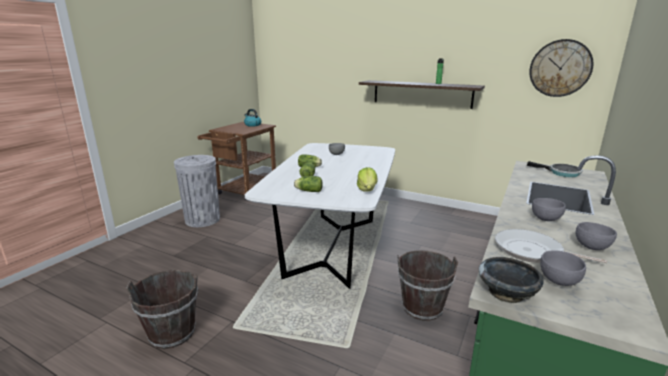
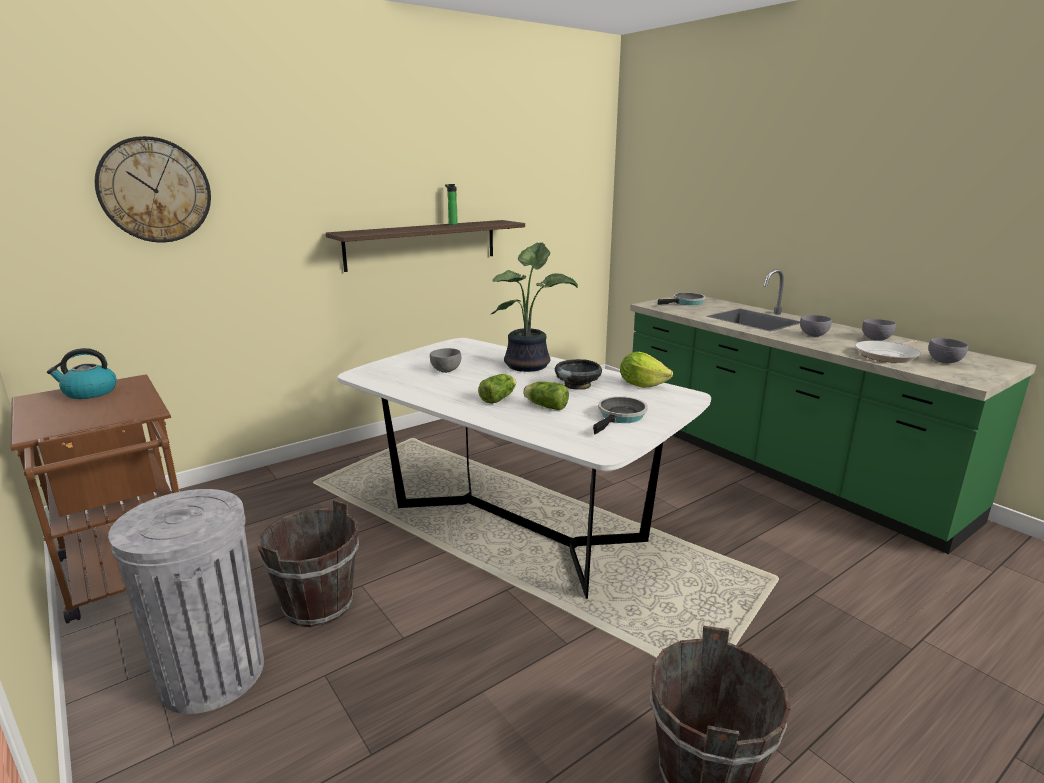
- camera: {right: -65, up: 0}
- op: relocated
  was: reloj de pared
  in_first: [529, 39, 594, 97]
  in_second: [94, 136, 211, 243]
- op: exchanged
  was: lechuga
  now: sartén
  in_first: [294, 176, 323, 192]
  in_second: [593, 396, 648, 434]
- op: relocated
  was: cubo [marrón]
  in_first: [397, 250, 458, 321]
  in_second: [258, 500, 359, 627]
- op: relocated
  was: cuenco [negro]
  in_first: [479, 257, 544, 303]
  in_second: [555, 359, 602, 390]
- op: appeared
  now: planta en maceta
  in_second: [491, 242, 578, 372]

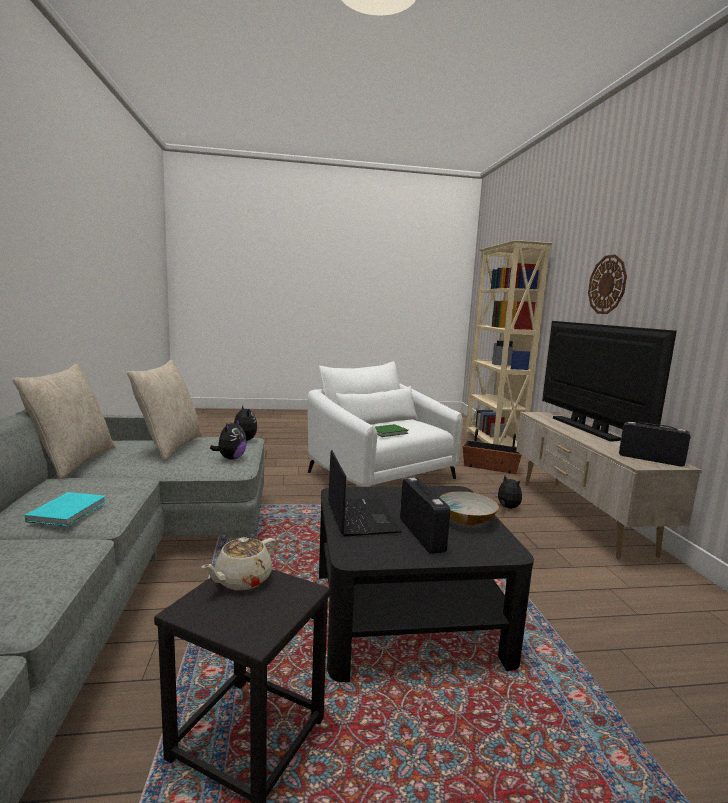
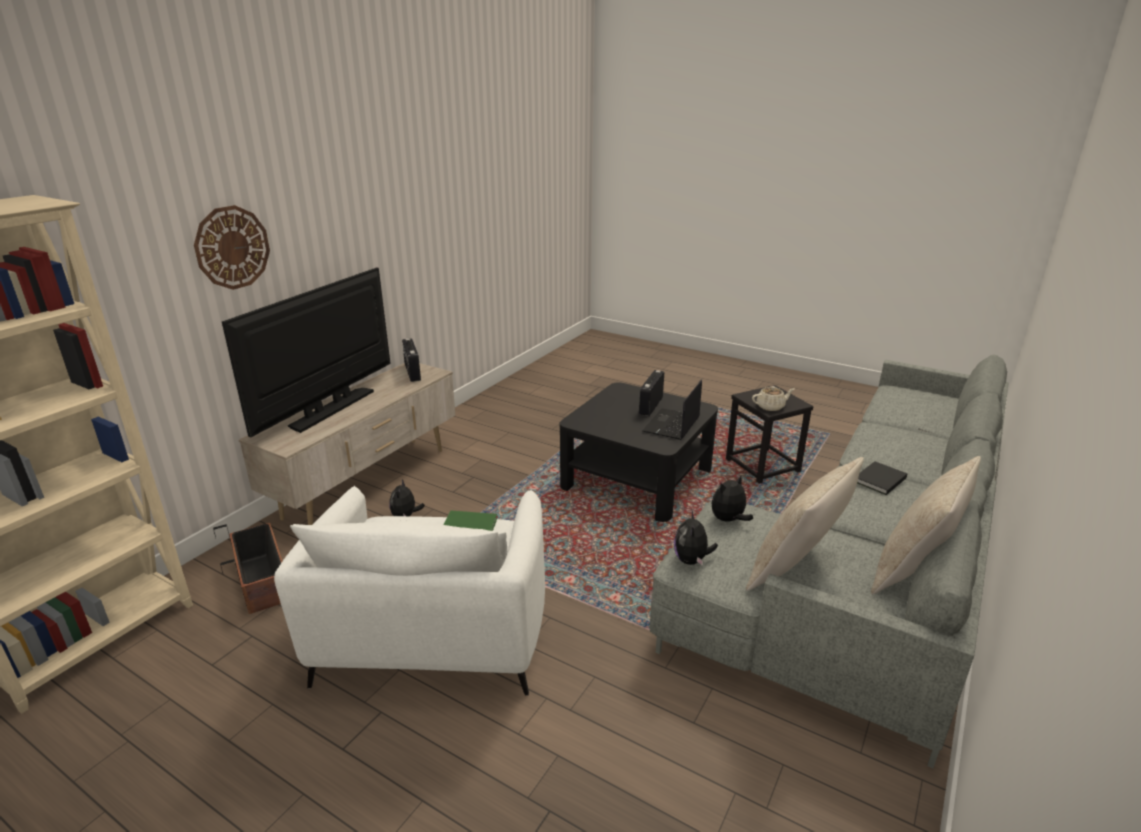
- camera: {right: -140, up: 15}
- op: missing
  was: cuenco
  in_first: [440, 491, 499, 526]
- op: colour
  was: libro [turquesa]
  now: libro [negro]
  in_first: [25, 492, 106, 527]
  in_second: [857, 461, 907, 495]

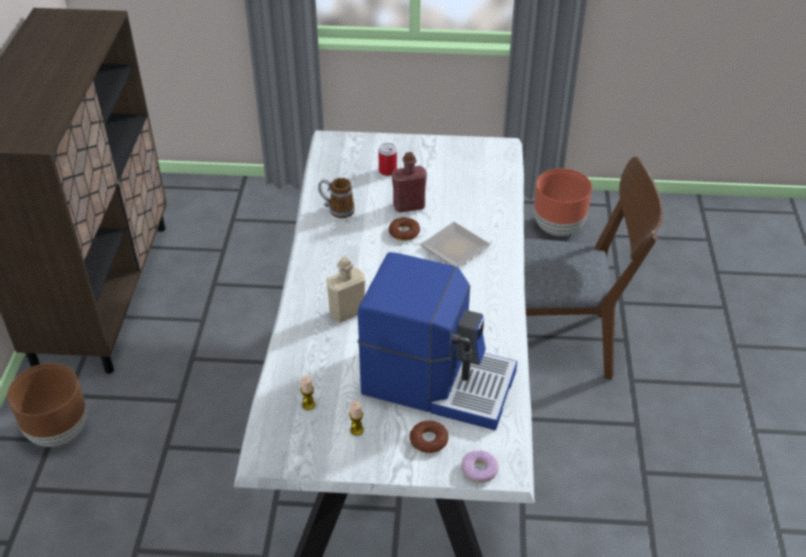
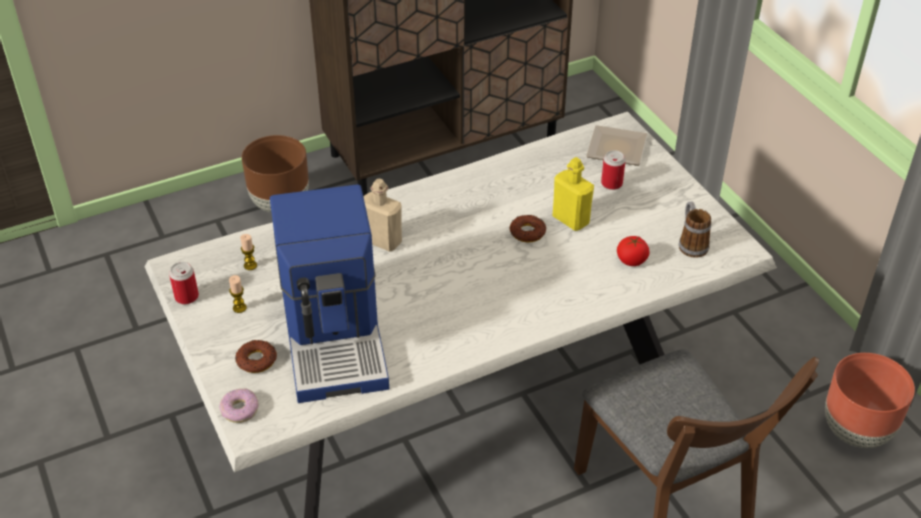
- camera: {right: 60, up: 0}
- op: colour
  was: botella [rojo]
  now: botella [amarillo]
  in_first: [392, 152, 427, 213]
  in_second: [553, 157, 594, 231]
- op: relocated
  was: taza grande
  in_first: [318, 178, 355, 218]
  in_second: [679, 201, 711, 258]
- op: relocated
  was: plato
  in_first: [420, 222, 491, 268]
  in_second: [586, 125, 648, 166]
- op: appeared
  now: tomate
  in_second: [617, 236, 650, 266]
- op: appeared
  now: lata
  in_second: [169, 262, 199, 304]

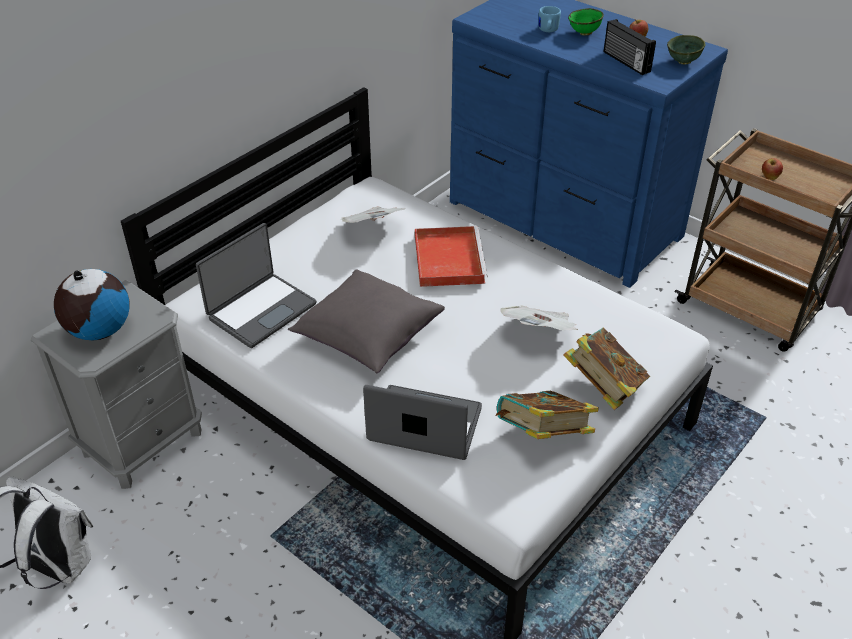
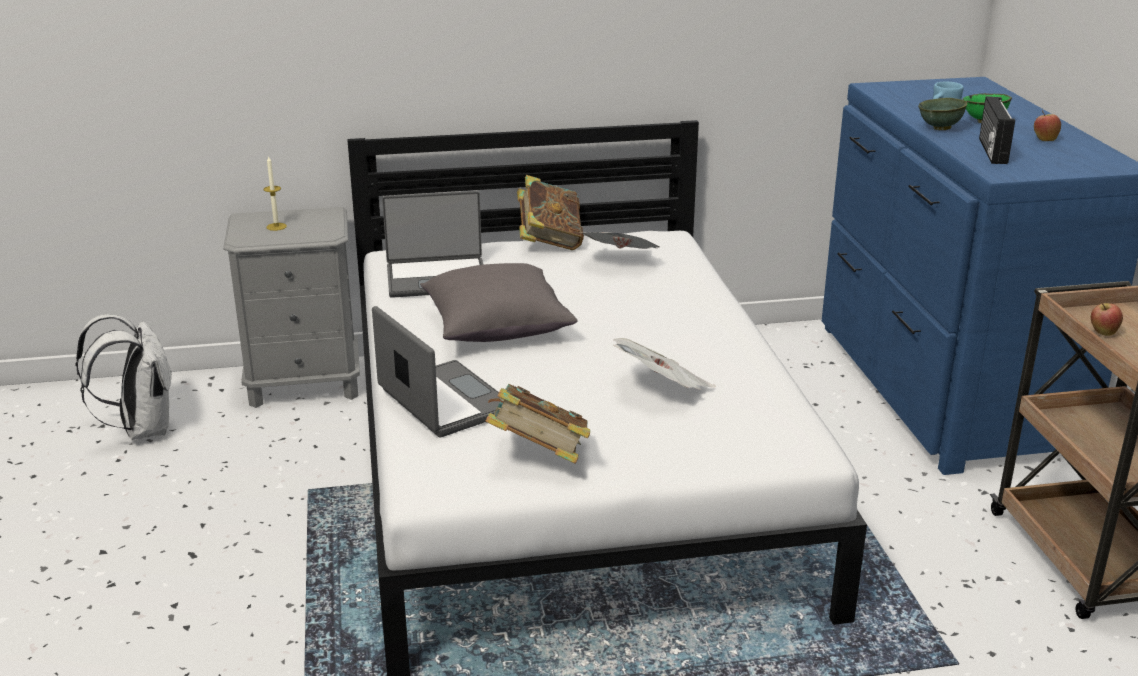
- camera: {right: 40, up: -15}
- op: relocated
  was: cuenco [verde]
  in_first: [667, 35, 706, 65]
  in_second: [918, 98, 967, 130]
- op: missing
  was: bandeja [rojo]
  in_first: [415, 226, 488, 287]
- op: exchanged
  was: globo terráqueo
  now: vela
  in_first: [54, 269, 130, 340]
  in_second: [264, 155, 287, 231]
- op: relocated
  was: libro
  in_first: [563, 328, 650, 410]
  in_second: [517, 175, 584, 250]

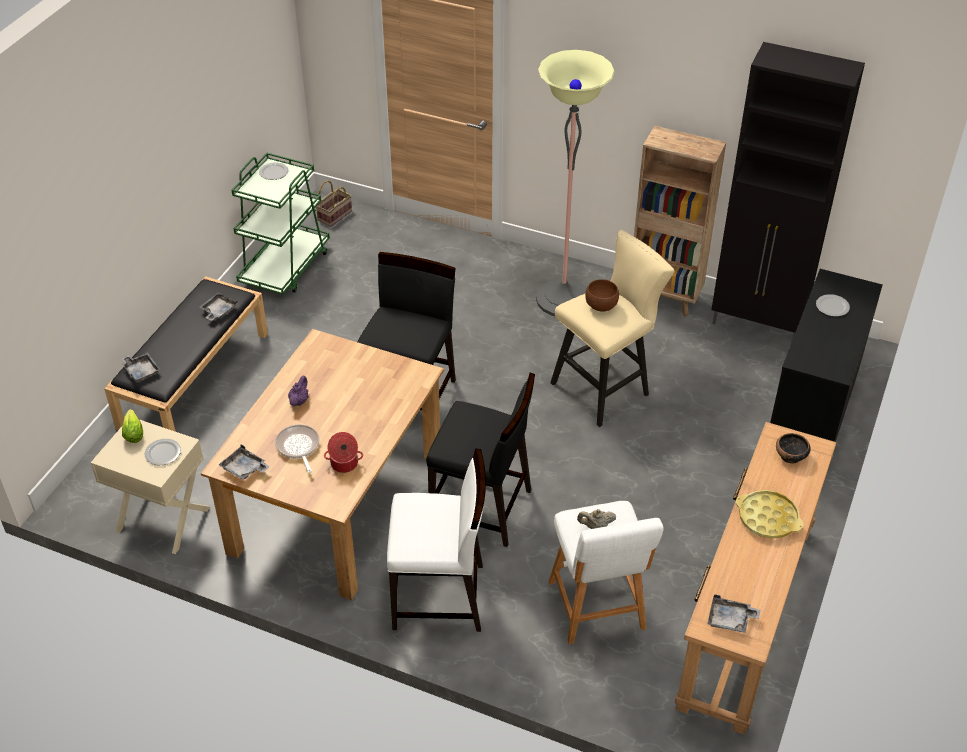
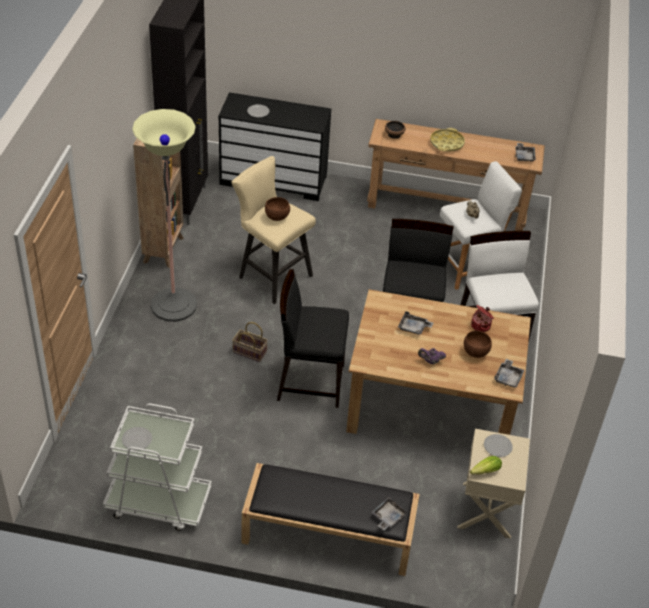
- camera: {right: -105, up: 0}
- op: colour
  was: carrito [verde]
  now: carrito [blanco]
  in_first: [232, 153, 330, 295]
  in_second: [103, 404, 212, 531]
- op: relocated
  was: cesta
  in_first: [316, 180, 352, 227]
  in_second: [232, 322, 268, 362]
- op: relocated
  was: bandeja [gris]
  in_first: [199, 293, 238, 321]
  in_second: [398, 311, 433, 335]
- op: exchanged
  was: sartén
  now: cuenco [marrón]
  in_first: [275, 424, 319, 473]
  in_second: [464, 330, 492, 358]

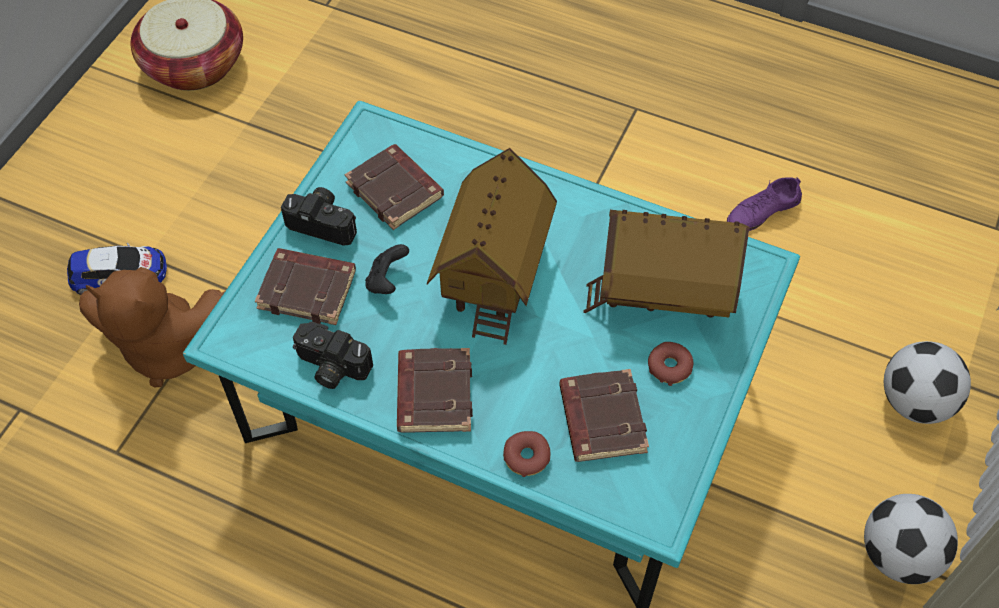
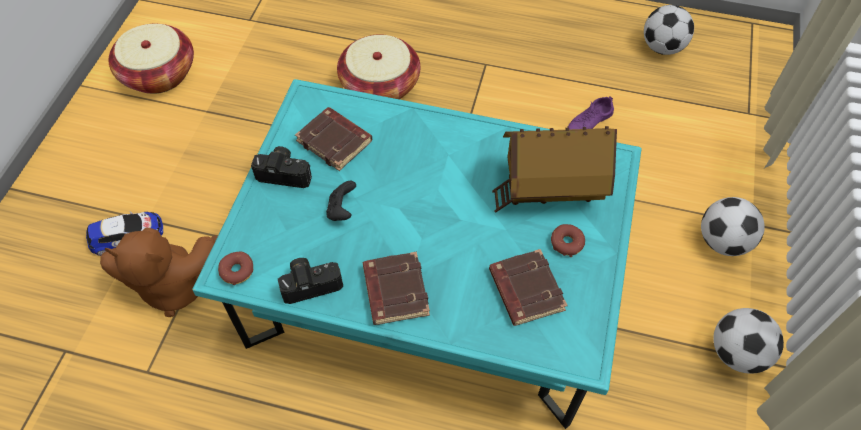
- camera: {right: -10, up: 0}
- op: missing
  was: casita
  in_first: [427, 148, 557, 345]
- op: missing
  was: libro [marrón]
  in_first: [255, 248, 356, 325]
- op: spun
  was: cámara
  in_first: [293, 322, 373, 389]
  in_second: [278, 258, 343, 304]
  clockwise: 150
- op: relocated
  was: rosquilla
  in_first: [503, 431, 550, 477]
  in_second: [218, 252, 253, 285]
- op: appeared
  now: balón de fútbol
  in_second: [644, 5, 694, 55]
- op: appeared
  now: cesta
  in_second: [337, 34, 420, 99]

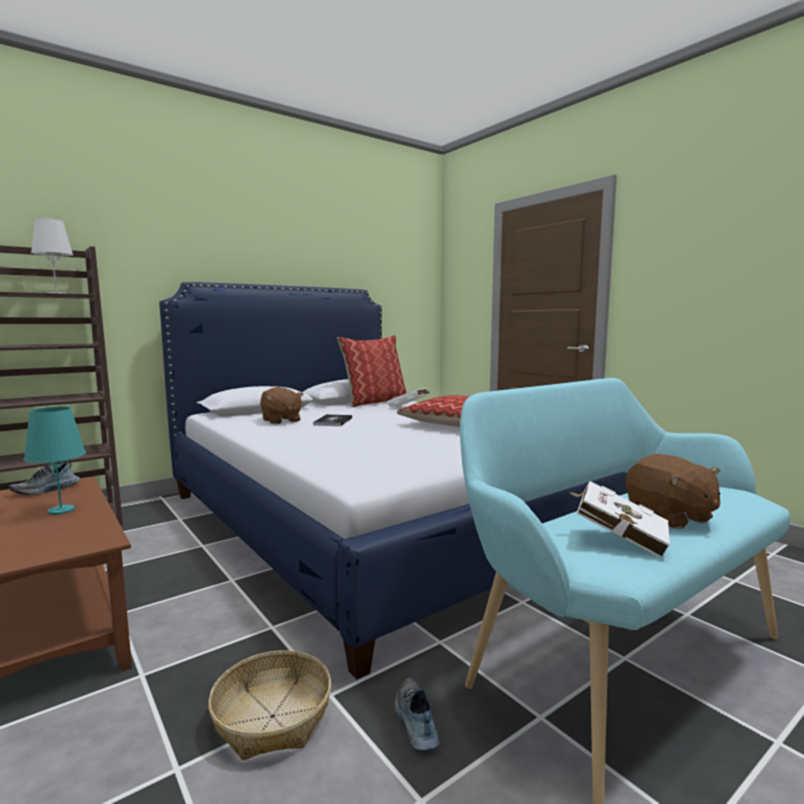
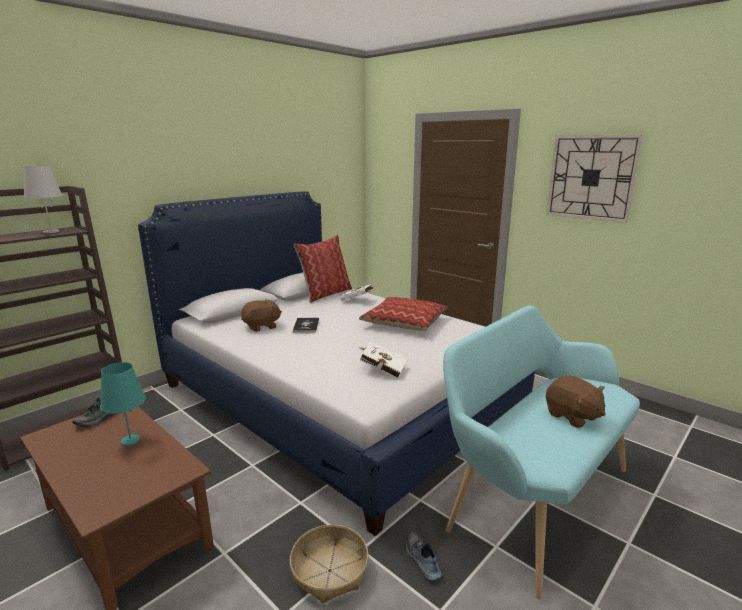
- camera: {right: -10, up: 10}
- op: spun
  was: peluche [marrón]
  in_first: [260, 387, 303, 424]
  in_second: [241, 299, 282, 332]
  clockwise: -75
- op: relocated
  was: libro [blanco]
  in_first: [567, 481, 670, 558]
  in_second: [360, 341, 406, 379]
- op: appeared
  now: reloj de pared
  in_second: [546, 135, 643, 223]

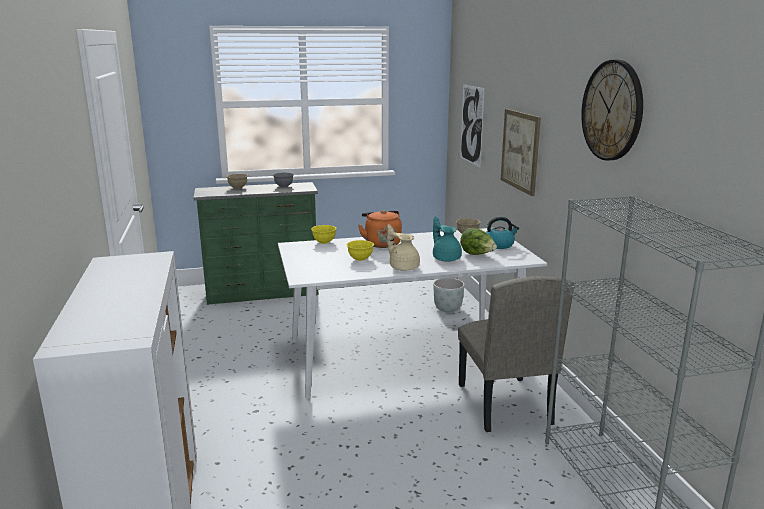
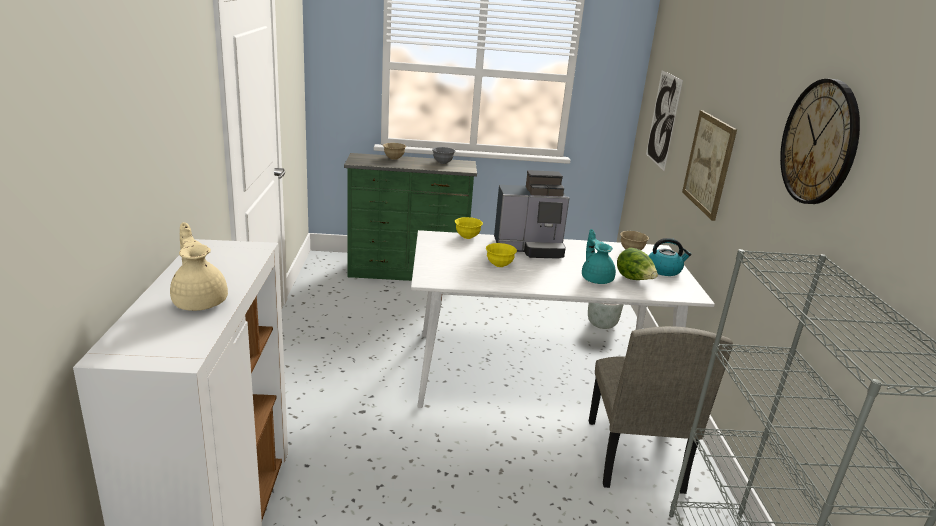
- camera: {right: 10, up: 5}
- op: exchanged
  was: hervidor [naranja]
  now: cafetera
  in_first: [358, 210, 402, 248]
  in_second: [494, 170, 569, 259]
- op: relocated
  was: tetera [beis]
  in_first: [387, 224, 420, 271]
  in_second: [170, 222, 228, 311]

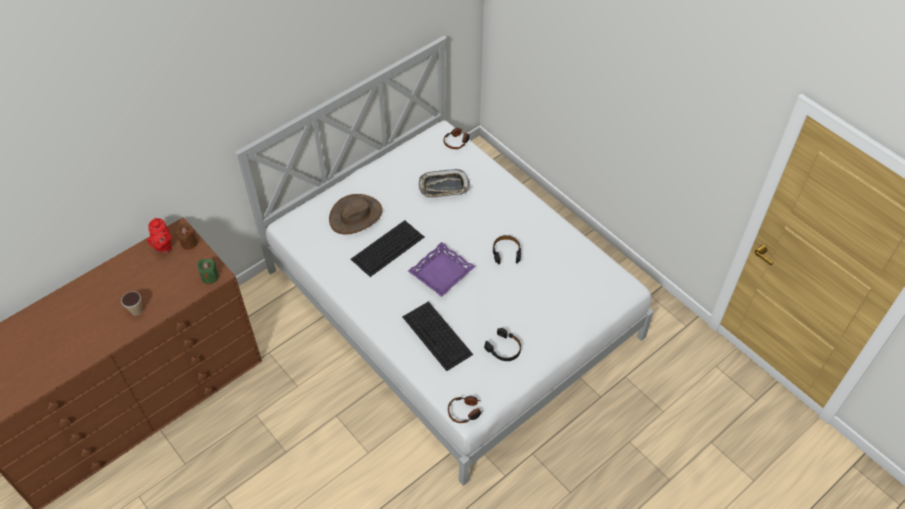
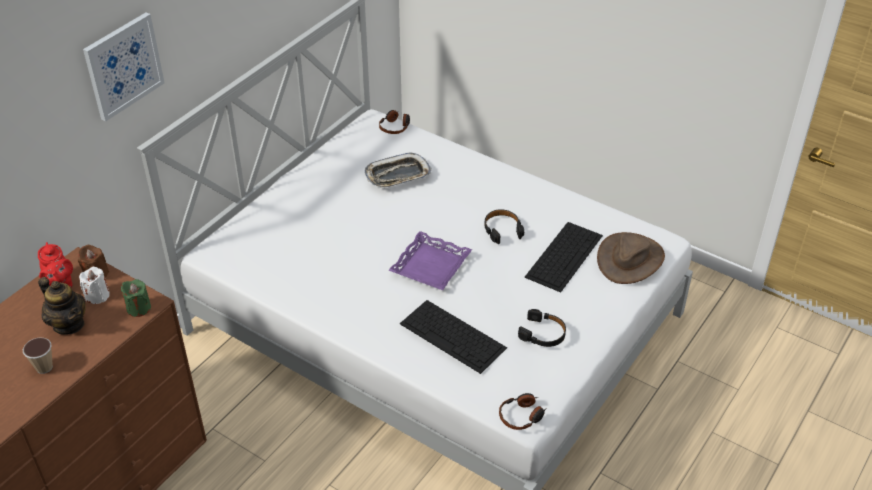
- camera: {right: -15, up: -10}
- op: relocated
  was: sombrero [marrón]
  in_first: [329, 194, 383, 234]
  in_second: [597, 232, 665, 284]
- op: relocated
  was: teclado
  in_first: [351, 220, 424, 277]
  in_second: [525, 222, 603, 292]
- op: appeared
  now: cuadro
  in_second: [83, 12, 165, 122]
- op: appeared
  now: vela [blanco]
  in_second: [79, 267, 110, 304]
- op: appeared
  now: tetera
  in_second: [38, 277, 86, 335]

